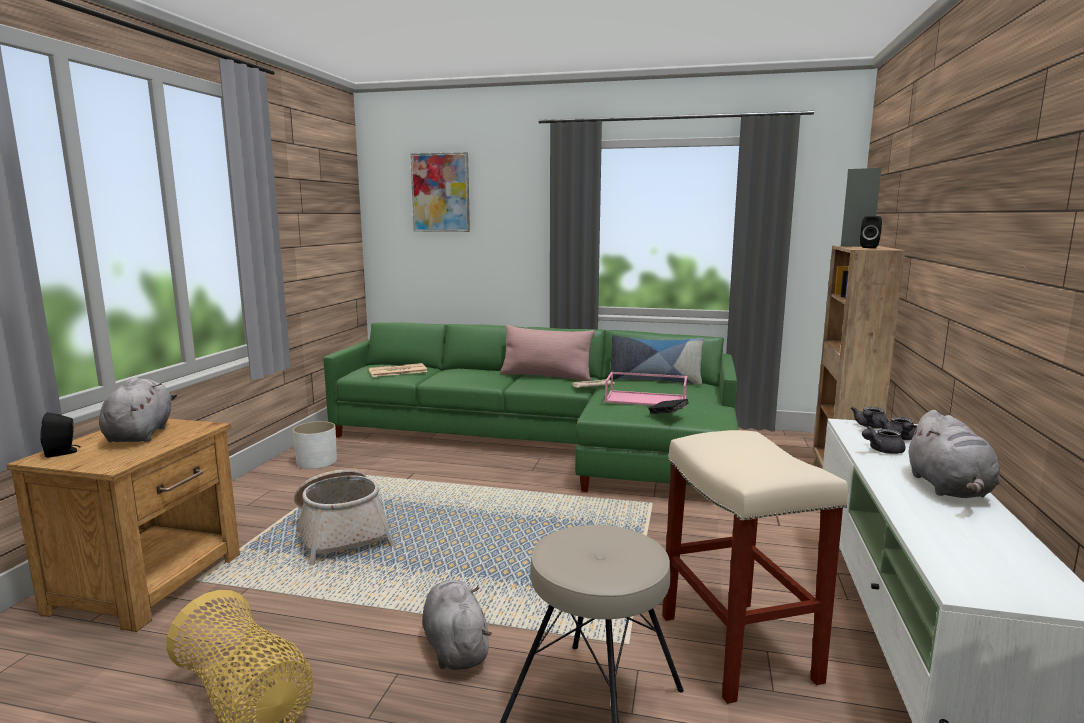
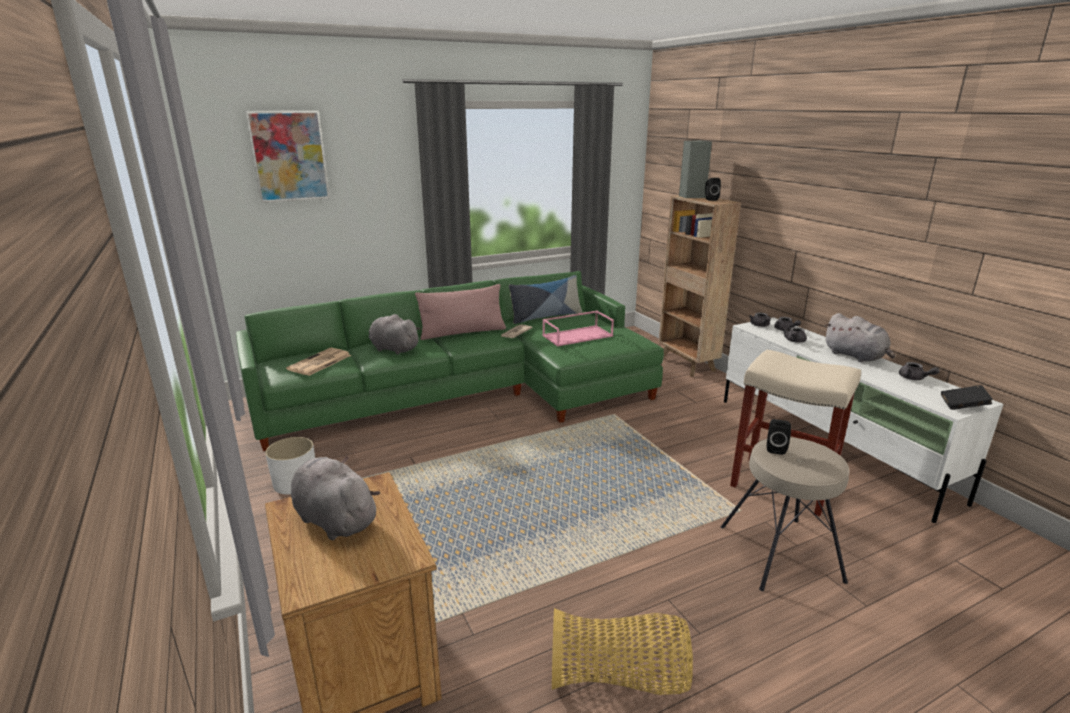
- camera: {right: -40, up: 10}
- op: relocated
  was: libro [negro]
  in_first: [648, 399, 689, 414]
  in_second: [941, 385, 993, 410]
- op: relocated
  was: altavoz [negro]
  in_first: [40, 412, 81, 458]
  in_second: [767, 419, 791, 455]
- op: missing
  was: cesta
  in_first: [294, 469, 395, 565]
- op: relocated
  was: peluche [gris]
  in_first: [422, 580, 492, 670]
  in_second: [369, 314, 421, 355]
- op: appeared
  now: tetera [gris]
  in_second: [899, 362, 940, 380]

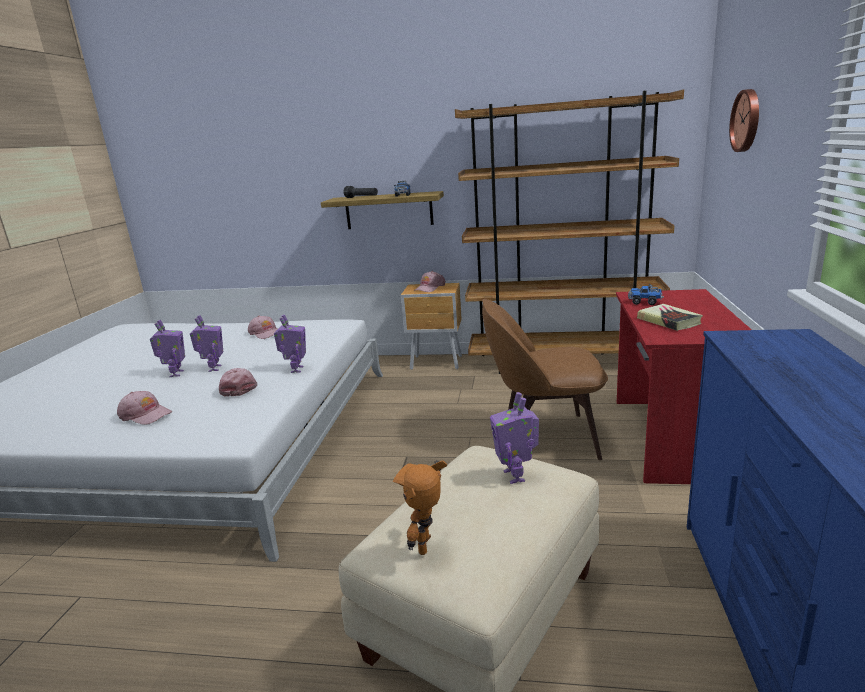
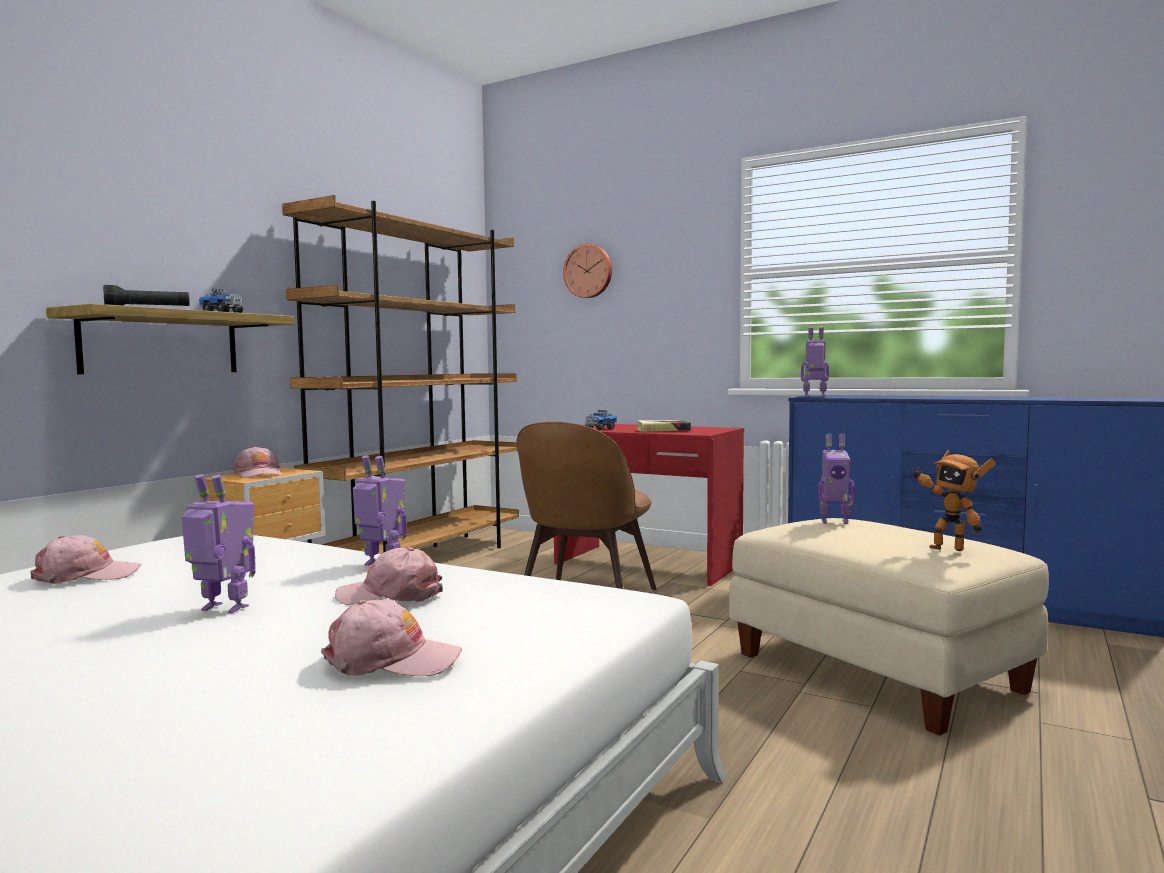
- camera: {right: -70, up: -15}
- op: relocated
  was: robot de juguete
  in_first: [150, 320, 185, 377]
  in_second: [801, 327, 829, 397]
- op: spun
  was: gorra [rosa]
  in_first: [117, 391, 172, 425]
  in_second: [321, 599, 462, 676]
  clockwise: 45

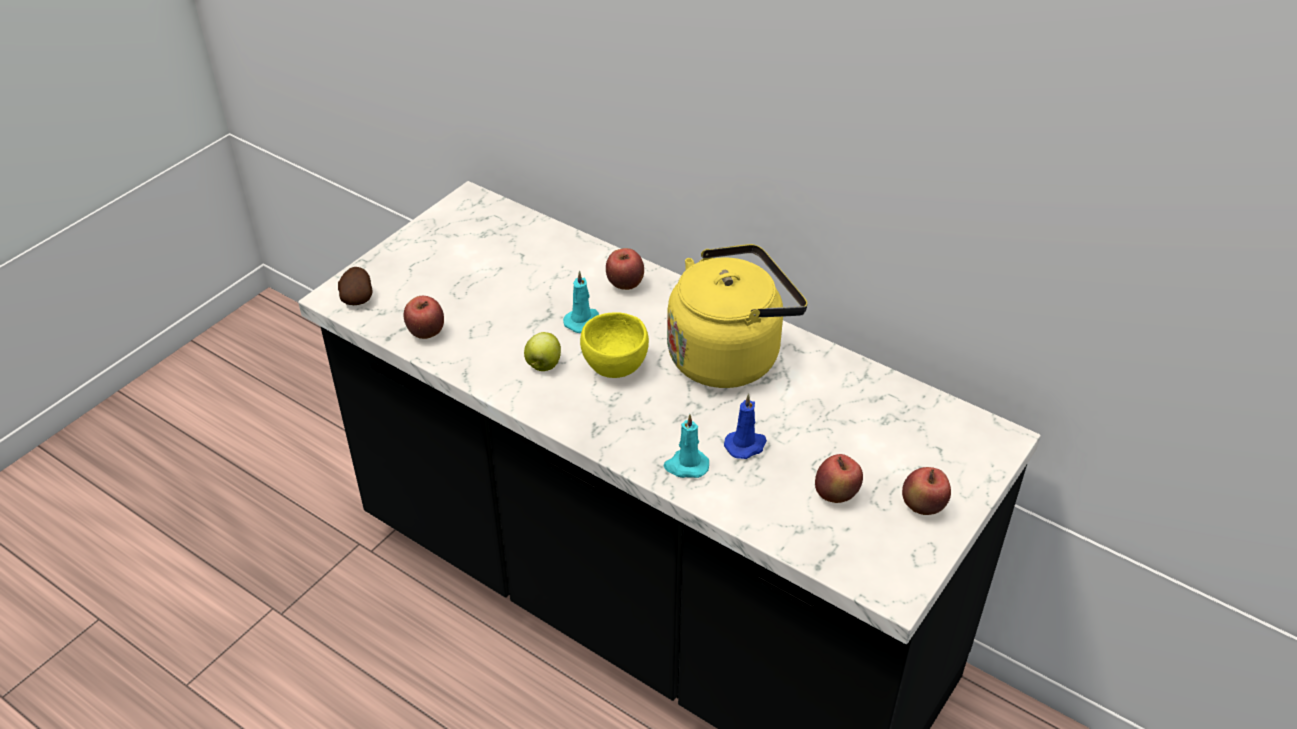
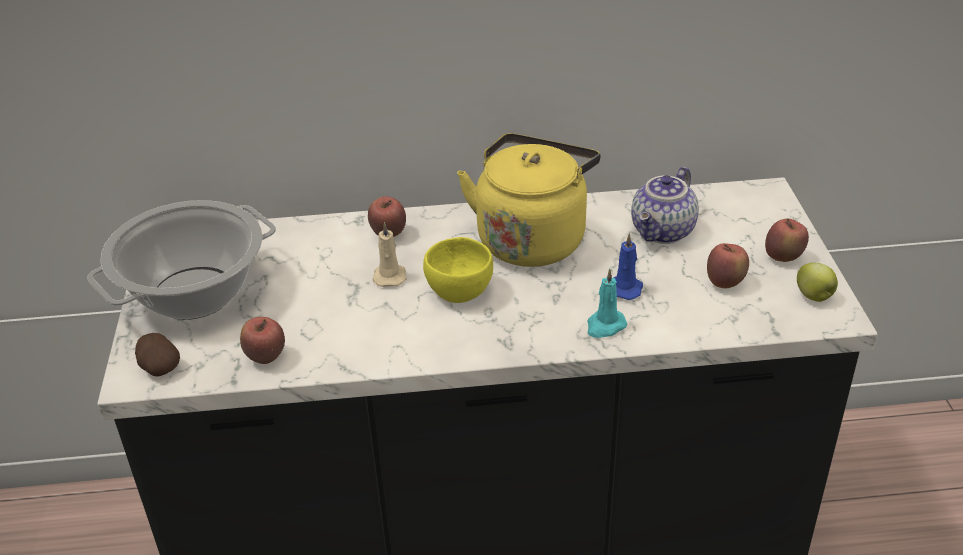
- camera: {right: -40, up: -5}
- op: colour
  was: vela [turquesa]
  now: vela [beis]
  in_first: [563, 271, 599, 333]
  in_second: [372, 222, 407, 287]
- op: relocated
  was: manzana
  in_first: [524, 332, 561, 371]
  in_second: [797, 263, 838, 302]
- op: appeared
  now: tetera
  in_second: [631, 166, 699, 244]
- op: appeared
  now: olla
  in_second: [87, 200, 276, 320]

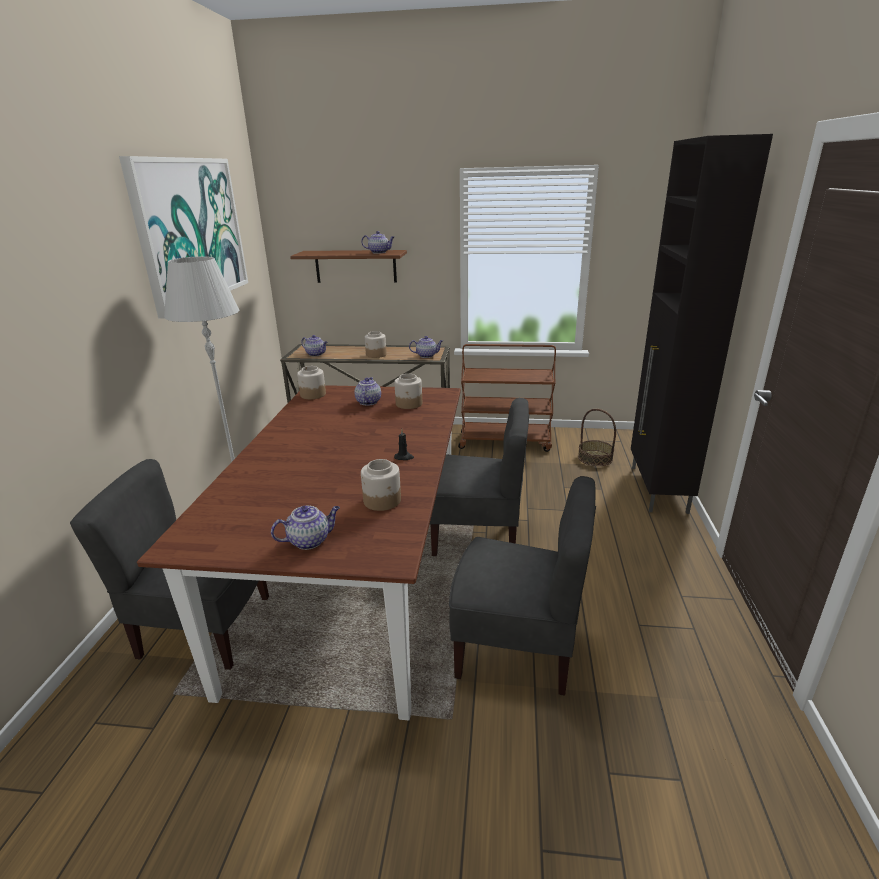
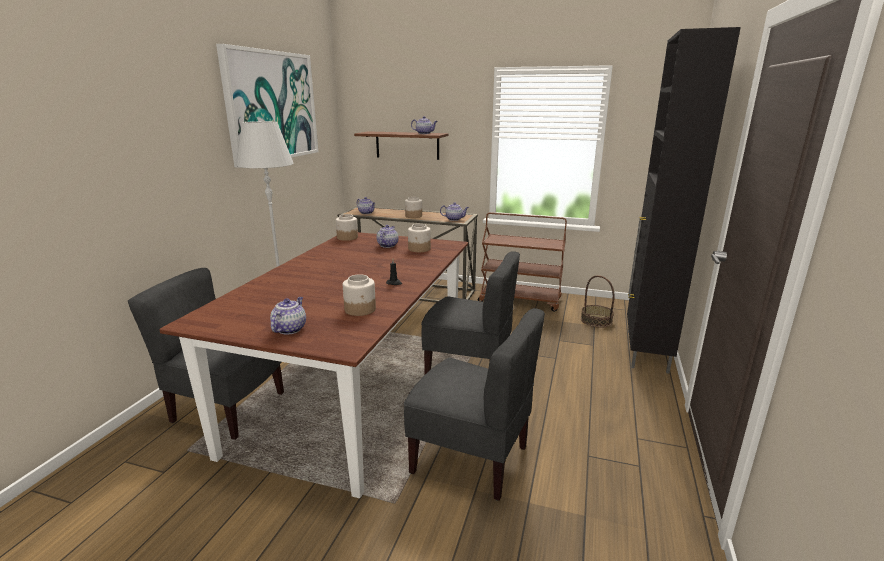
- camera: {right: 10, up: -5}
- op: spun
  was: tetera
  in_first: [271, 505, 340, 550]
  in_second: [270, 297, 306, 335]
  clockwise: -60

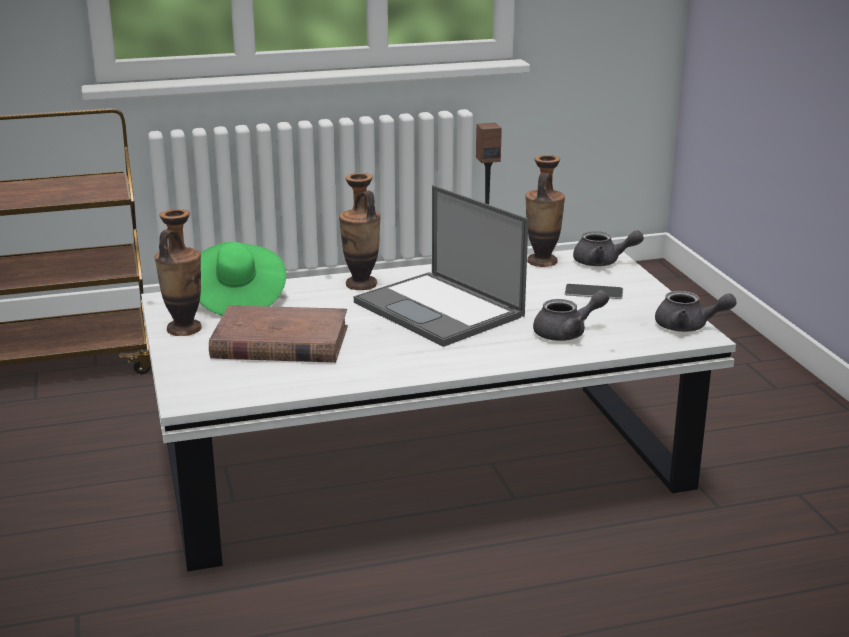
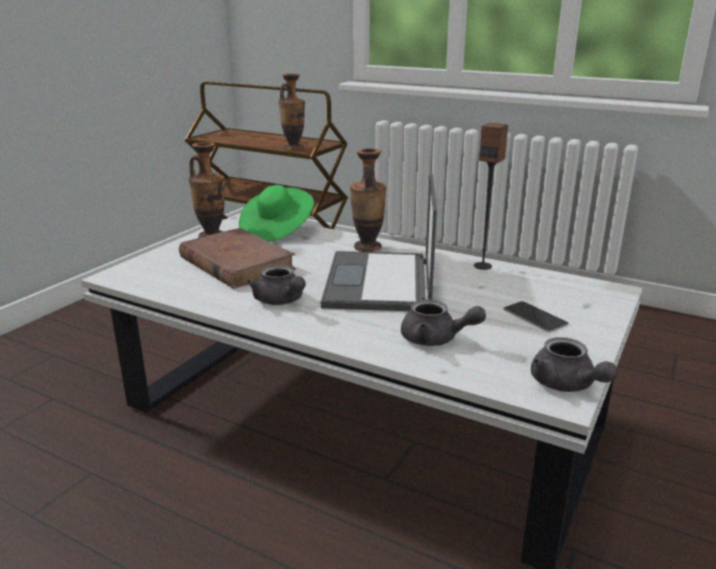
- camera: {right: 45, up: 0}
- op: relocated
  was: florero
  in_first: [525, 155, 565, 267]
  in_second: [278, 74, 305, 150]
- op: relocated
  was: tetera [gris]
  in_first: [573, 230, 644, 266]
  in_second: [247, 265, 306, 305]

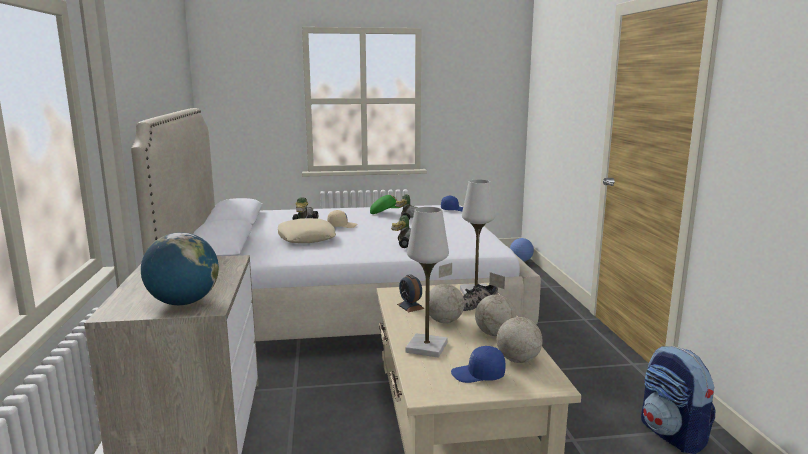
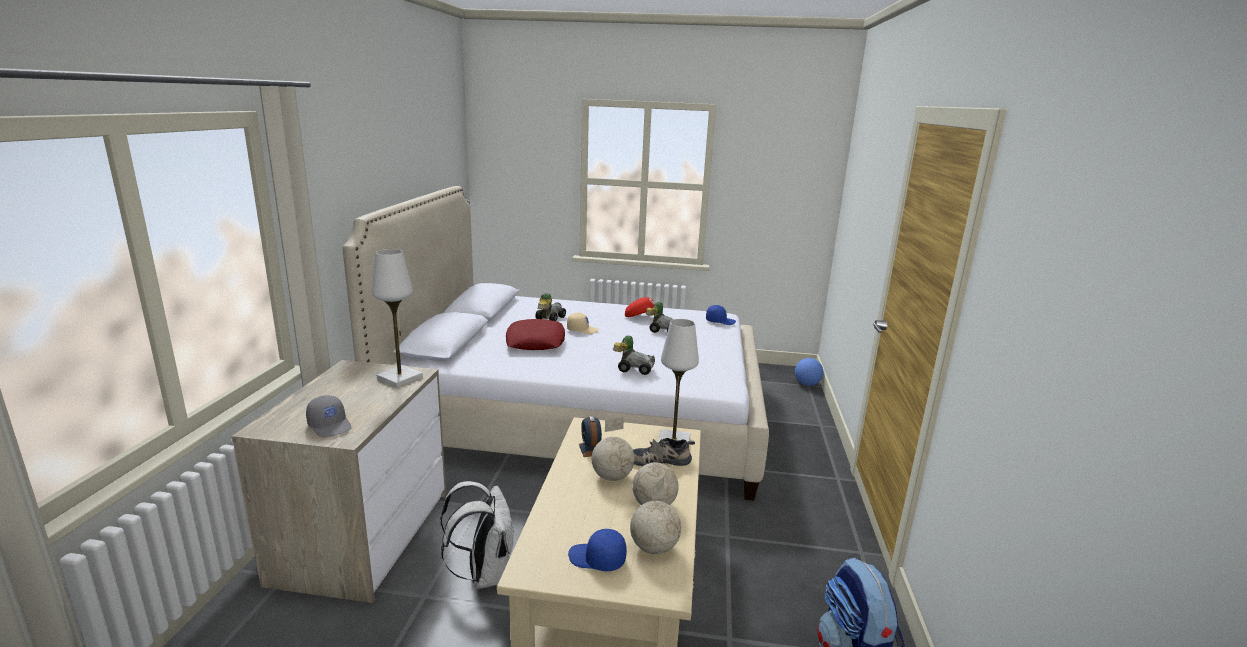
- camera: {right: 15, up: 5}
- op: colour
  was: gorra [verde]
  now: gorra [rojo]
  in_first: [370, 195, 401, 214]
  in_second: [625, 297, 655, 317]
- op: relocated
  was: lámpara de mesa [blanco]
  in_first: [406, 207, 449, 358]
  in_second: [372, 249, 423, 388]
- op: colour
  was: cojín [beis]
  now: cojín [rojo]
  in_first: [278, 218, 336, 243]
  in_second: [506, 319, 565, 350]
- op: exchanged
  was: globo terráqueo
  now: gorra [gris]
  in_first: [141, 232, 219, 305]
  in_second: [306, 395, 352, 438]
- op: appeared
  now: mochila [blanco]
  in_second: [440, 481, 514, 589]

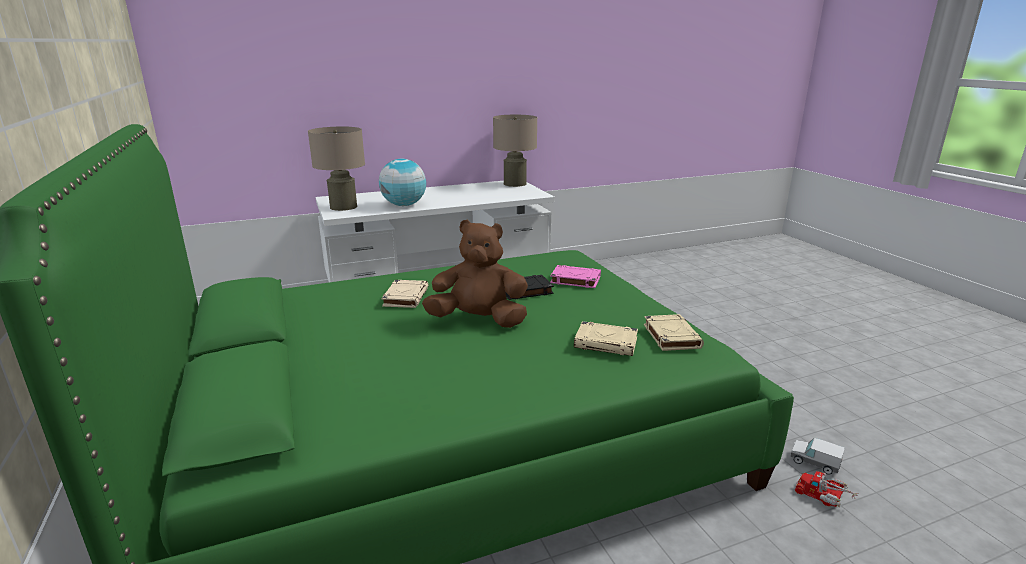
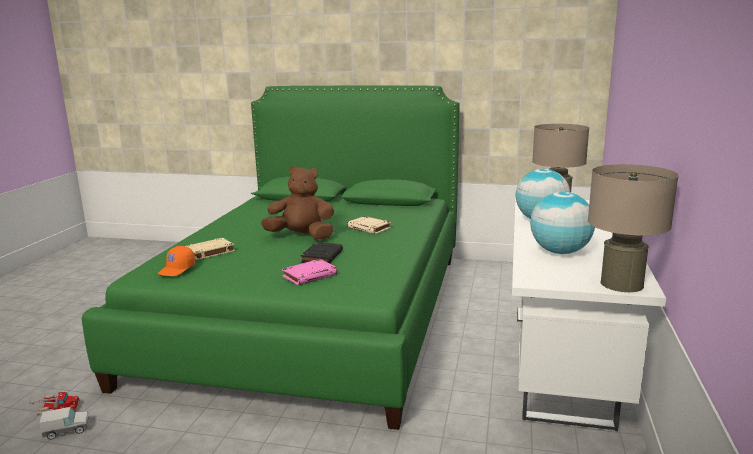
- camera: {right: 125, up: -5}
- op: spun
  was: peluche [marrón]
  in_first: [422, 220, 528, 328]
  in_second: [261, 166, 334, 239]
  clockwise: -120
- op: exchanged
  was: libro [beis]
  now: gorra [naranja]
  in_first: [644, 314, 704, 351]
  in_second: [158, 246, 195, 276]
- op: appeared
  now: globo terráqueo
  in_second: [530, 192, 595, 254]

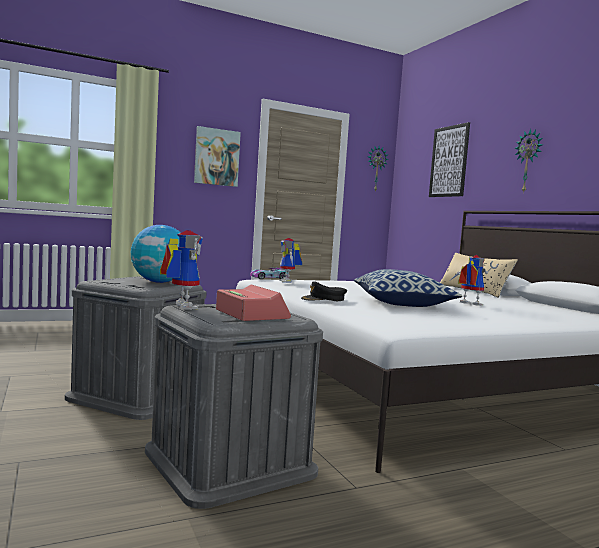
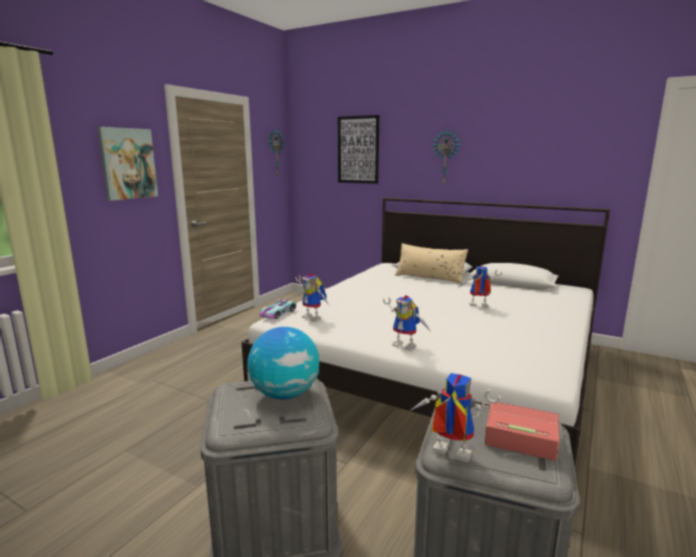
- camera: {right: -35, up: 10}
- op: missing
  was: cojín
  in_first: [354, 269, 462, 307]
- op: exchanged
  was: gorra [negro]
  now: robot de juguete
  in_first: [301, 281, 347, 301]
  in_second: [383, 295, 430, 350]

